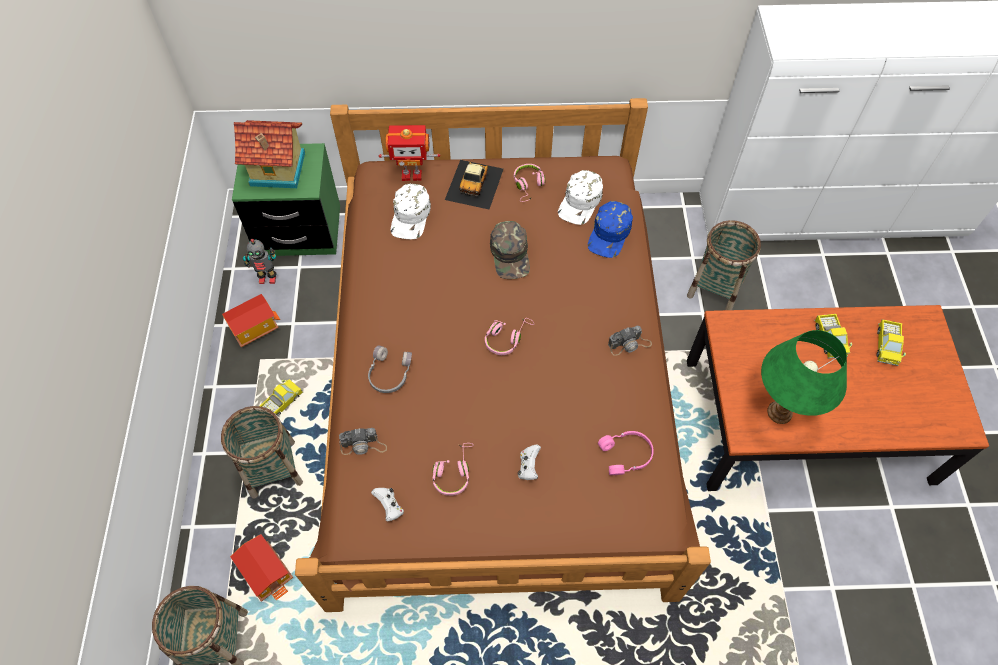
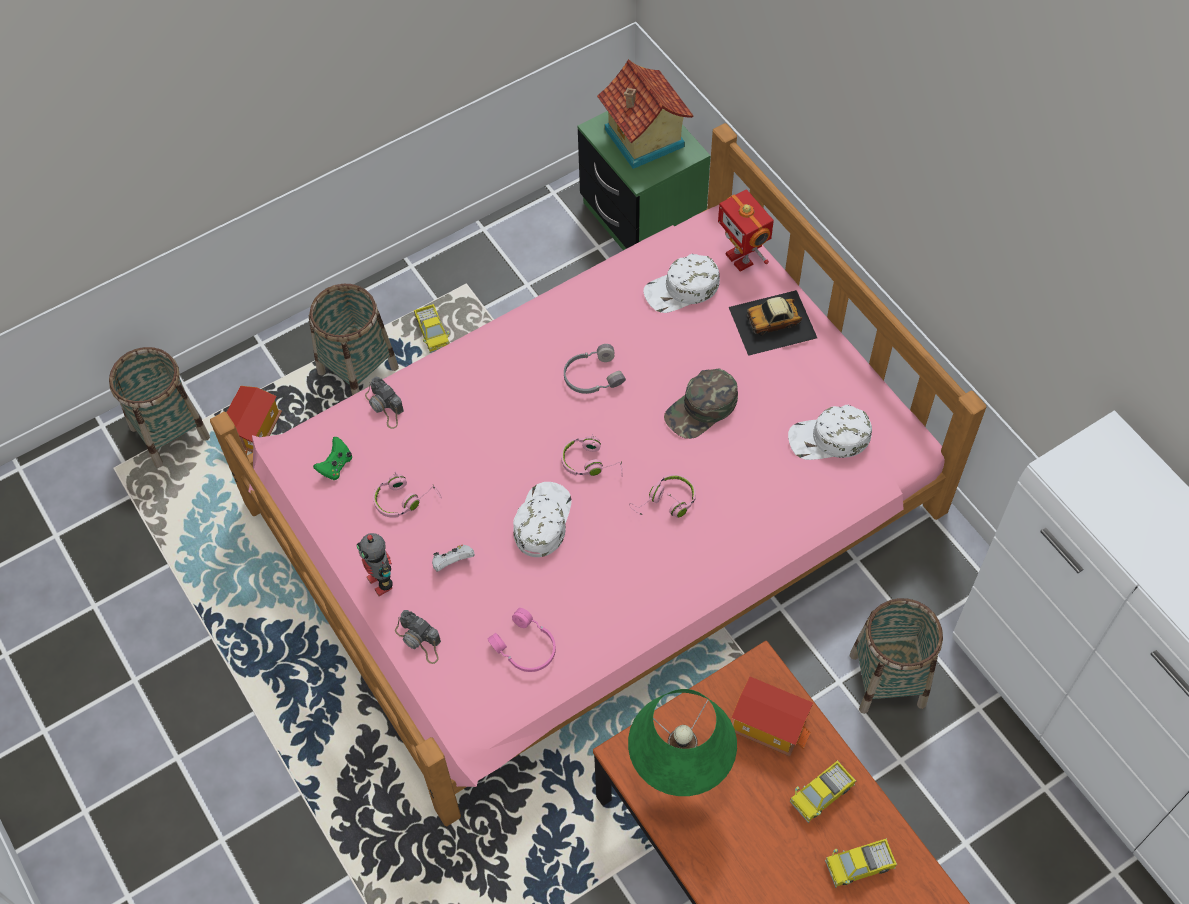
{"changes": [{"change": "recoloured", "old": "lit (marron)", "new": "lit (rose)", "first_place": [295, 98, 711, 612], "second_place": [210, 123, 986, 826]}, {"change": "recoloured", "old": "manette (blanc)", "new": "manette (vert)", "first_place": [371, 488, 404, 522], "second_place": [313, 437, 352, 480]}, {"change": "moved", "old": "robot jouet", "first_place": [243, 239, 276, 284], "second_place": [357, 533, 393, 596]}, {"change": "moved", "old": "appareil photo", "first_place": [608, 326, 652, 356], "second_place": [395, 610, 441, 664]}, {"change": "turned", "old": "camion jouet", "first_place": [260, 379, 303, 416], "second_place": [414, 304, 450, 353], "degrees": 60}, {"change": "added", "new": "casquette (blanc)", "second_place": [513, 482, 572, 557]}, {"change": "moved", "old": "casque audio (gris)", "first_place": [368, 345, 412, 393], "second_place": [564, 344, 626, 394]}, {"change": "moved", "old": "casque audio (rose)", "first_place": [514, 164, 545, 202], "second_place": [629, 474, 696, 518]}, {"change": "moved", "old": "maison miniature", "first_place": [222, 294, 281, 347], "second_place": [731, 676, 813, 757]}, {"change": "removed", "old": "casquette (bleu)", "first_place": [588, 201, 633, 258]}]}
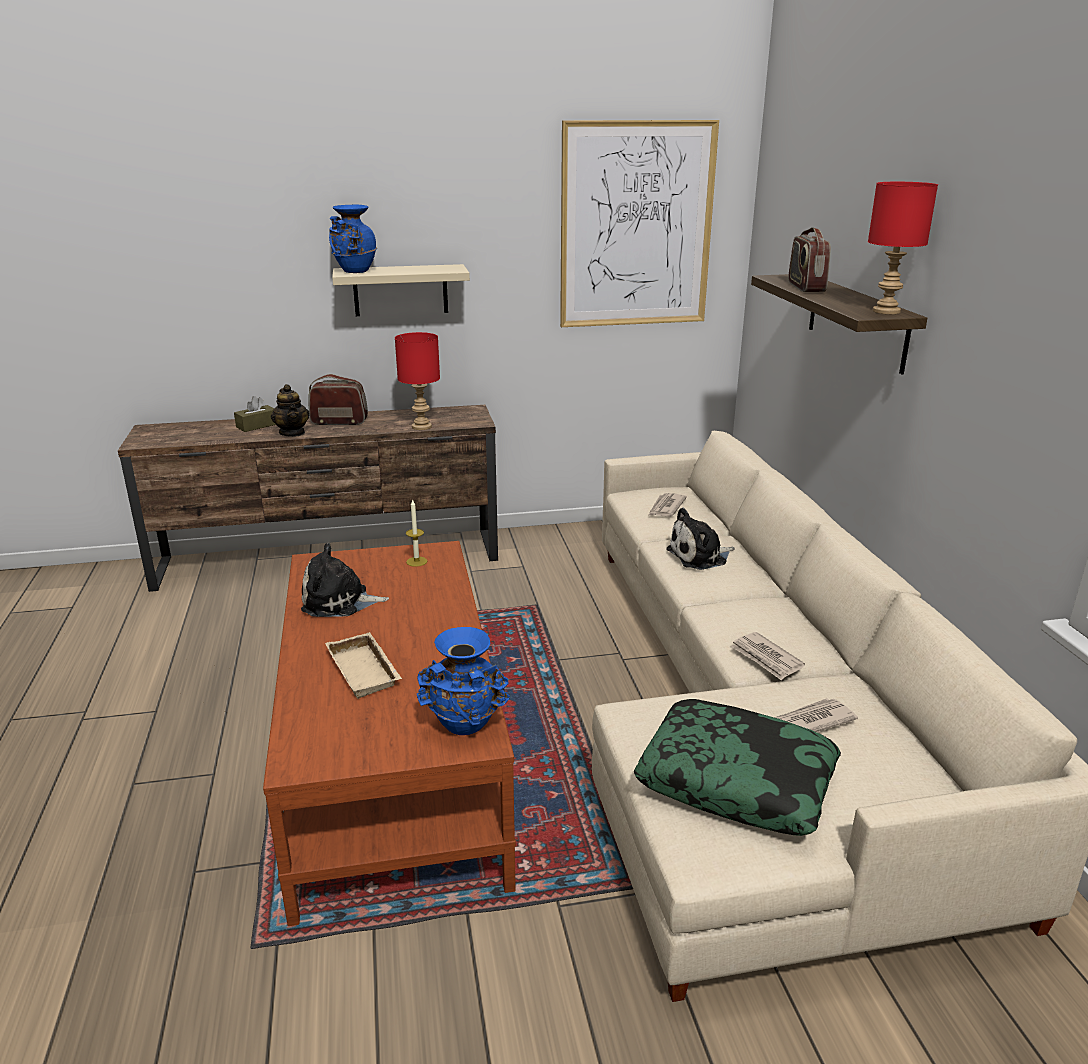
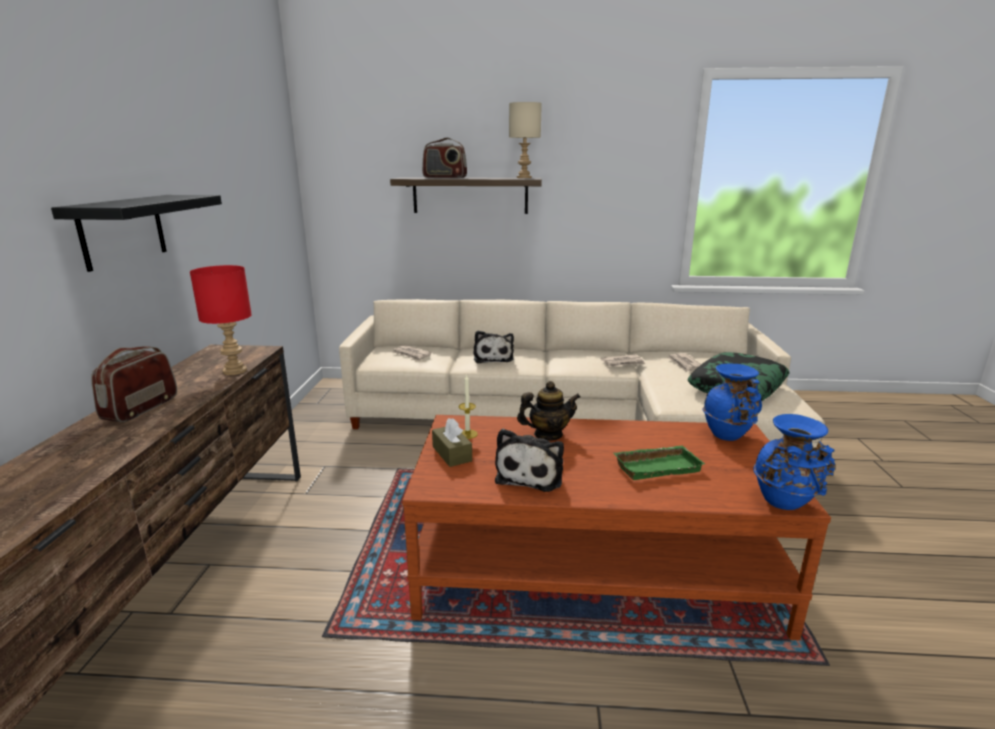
{"changes": [{"change": "recoloured", "old": "étagère (beige)", "new": "étagère (noir)", "first_place": [332, 264, 470, 316], "second_place": [51, 195, 222, 272]}, {"change": "moved", "old": "boîte à mouchoirs (marron)", "first_place": [234, 396, 276, 432], "second_place": [432, 418, 472, 467]}, {"change": "recoloured", "old": "lampe de table (rouge)", "new": "lampe de table (beige)", "first_place": [868, 182, 938, 314], "second_place": [509, 102, 542, 178]}, {"change": "moved", "old": "théière", "first_place": [271, 384, 310, 437], "second_place": [517, 381, 581, 441]}, {"change": "recoloured", "old": "plateau (beige)", "new": "plateau (vert)", "first_place": [325, 632, 402, 699], "second_place": [614, 446, 705, 480]}, {"change": "moved", "old": "vase (bleu)", "first_place": [329, 205, 377, 273], "second_place": [753, 414, 835, 510]}, {"change": "removed", "old": "tableau", "first_place": [560, 120, 719, 327]}]}
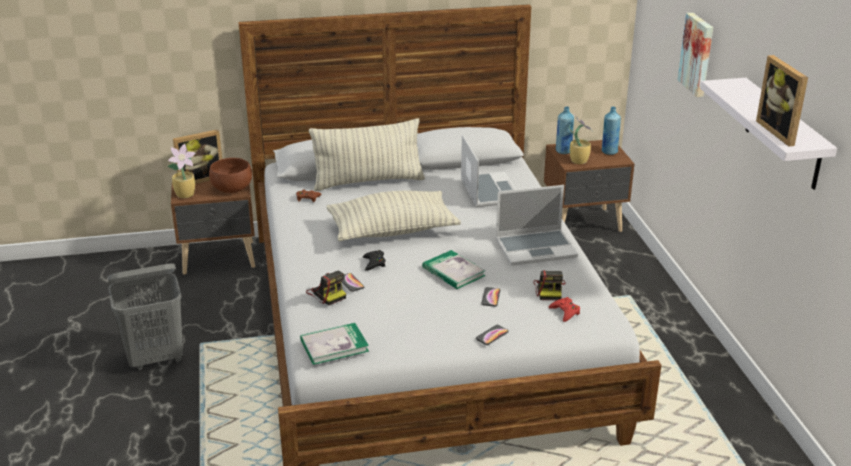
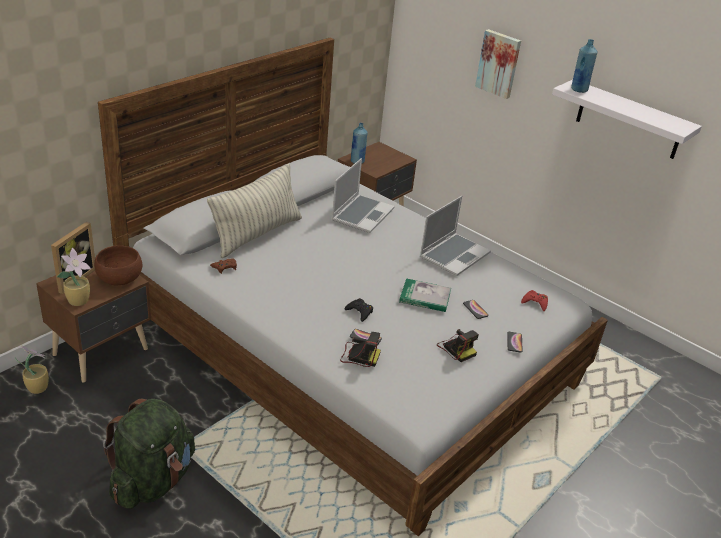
{"changes": [{"change": "moved", "old": "plante en pot", "first_place": [569, 115, 594, 164], "second_place": [15, 345, 49, 394]}, {"change": "replaced", "old": "panier à linge (gris)", "new": "sac à dos (vert)", "first_place": [107, 264, 183, 370], "second_place": [103, 399, 195, 509]}, {"change": "turned", "old": "ordinateur portable", "first_place": [461, 135, 516, 207], "second_place": [332, 158, 395, 233], "degrees": 75}, {"change": "moved", "old": "appareil photo", "first_place": [534, 270, 566, 300], "second_place": [437, 329, 479, 362]}, {"change": "moved", "old": "bouteille (bleu)", "first_place": [602, 107, 621, 155], "second_place": [571, 39, 597, 93]}, {"change": "removed", "old": "livre", "first_place": [300, 323, 369, 365]}, {"change": "removed", "old": "coussin", "first_place": [326, 190, 461, 241]}, {"change": "removed", "old": "cadre photo", "first_place": [756, 55, 808, 147]}]}
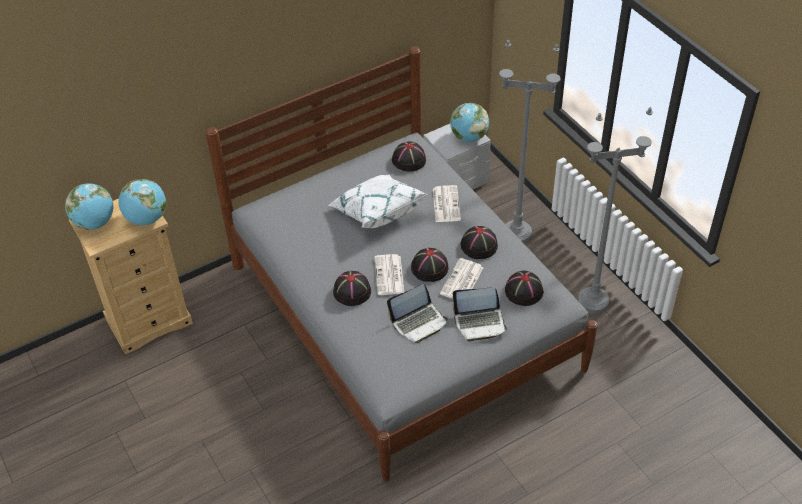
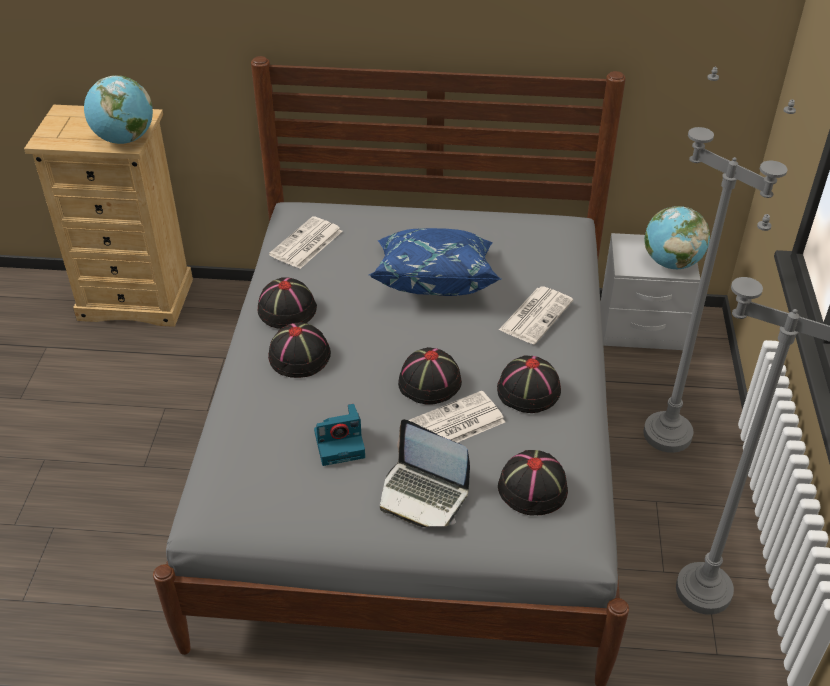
{"changes": [{"change": "moved", "old": "chapeau (noir)", "first_place": [392, 142, 426, 172], "second_place": [258, 277, 317, 329]}, {"change": "moved", "old": "journal", "first_place": [375, 254, 404, 295], "second_place": [269, 216, 343, 269]}, {"change": "replaced", "old": "ordinateur portable", "new": "appareil photo", "first_place": [387, 284, 448, 343], "second_place": [314, 404, 365, 466]}, {"change": "recoloured", "old": "coussin (blanc)", "new": "coussin (bleu)", "first_place": [329, 175, 427, 228], "second_place": [368, 228, 501, 296]}, {"change": "removed", "old": "globe", "first_place": [65, 183, 113, 230]}]}
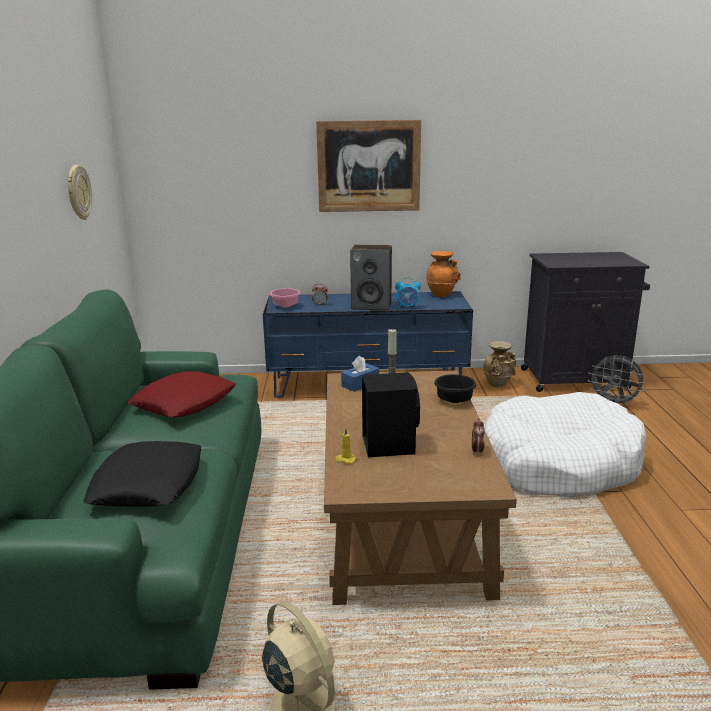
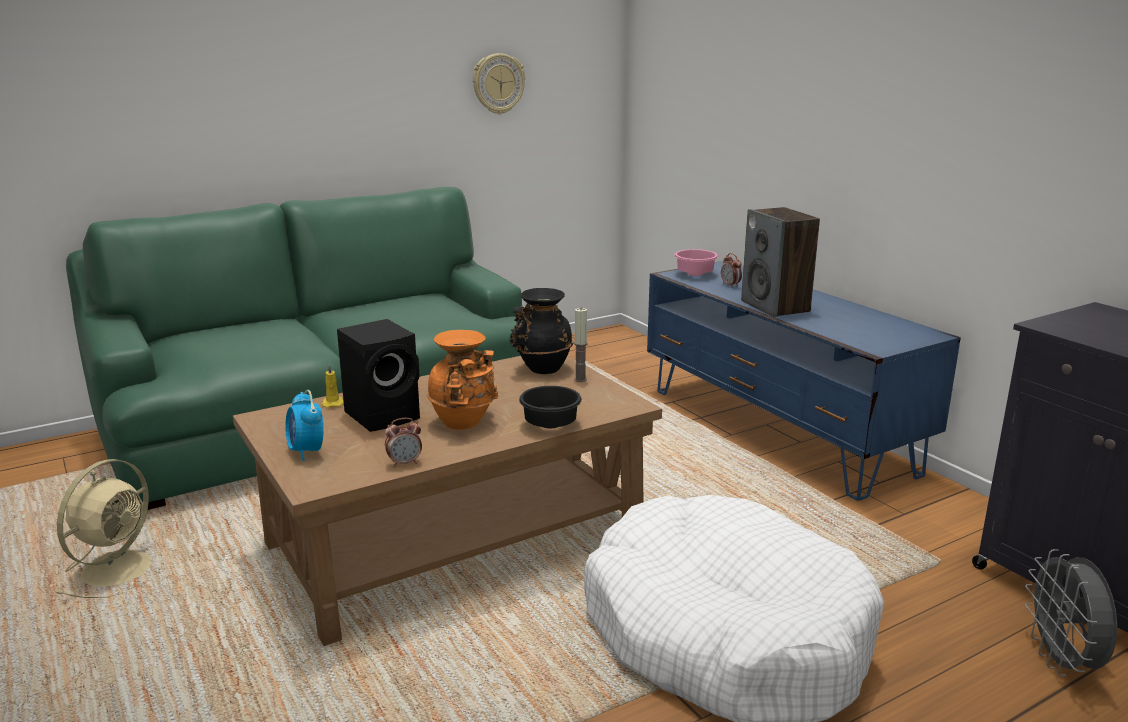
{"changes": [{"change": "moved", "old": "réveil", "first_place": [395, 277, 421, 309], "second_place": [285, 390, 324, 461]}, {"change": "moved", "old": "vase (orange)", "first_place": [426, 251, 461, 297], "second_place": [427, 330, 498, 430]}, {"change": "replaced", "old": "boîte à mouchoirs (bleu)", "new": "vase (noir)", "first_place": [341, 356, 379, 392], "second_place": [510, 288, 573, 374]}, {"change": "removed", "old": "coussin (noir)", "first_place": [83, 441, 201, 507]}, {"change": "removed", "old": "coussin (rouge)", "first_place": [128, 371, 236, 417]}, {"change": "removed", "old": "tableau", "first_place": [316, 120, 421, 212]}, {"change": "removed", "old": "vase (beige)", "first_place": [483, 341, 516, 387]}]}
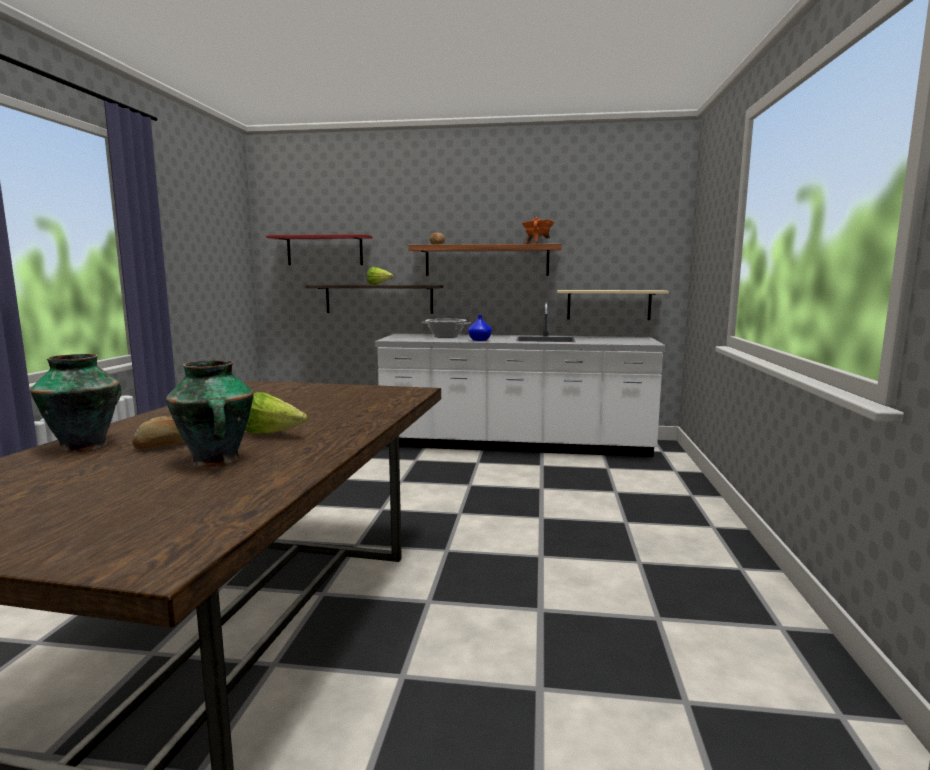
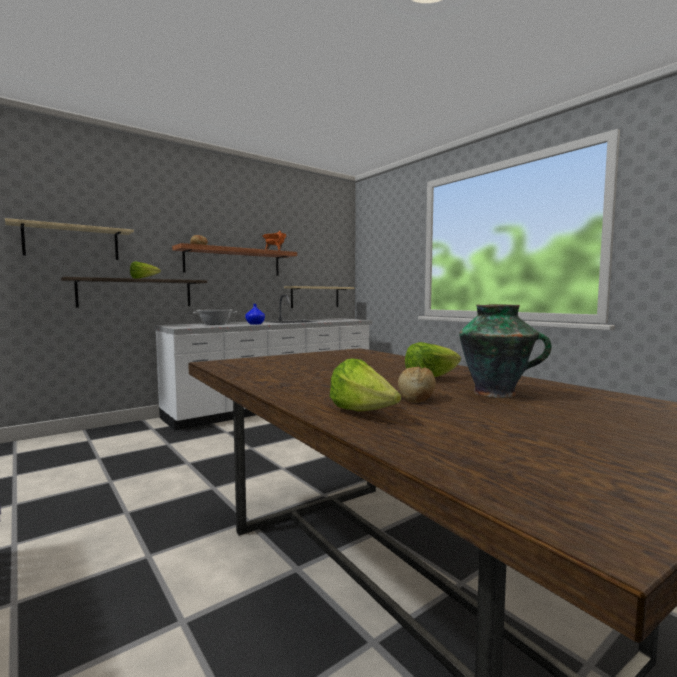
{"changes": [{"change": "recoloured", "old": "étagère (rouge)", "new": "étagère (beige)", "first_place": [266, 234, 372, 265], "second_place": [5, 218, 134, 260]}, {"change": "replaced", "old": "vase", "new": "laitue", "first_place": [30, 354, 121, 453], "second_place": [330, 358, 401, 411]}]}
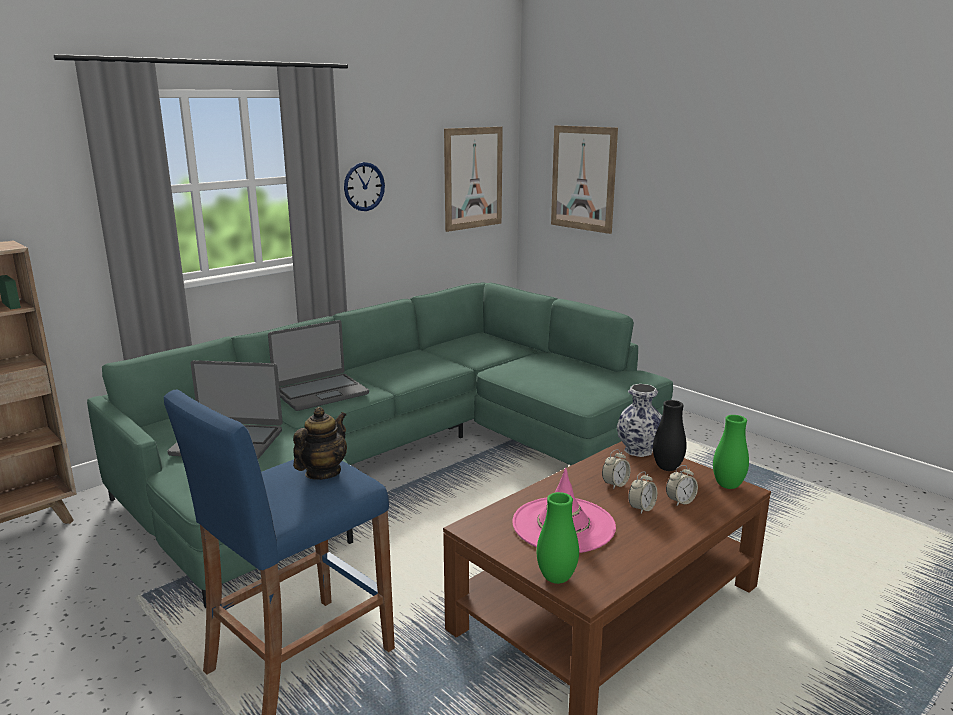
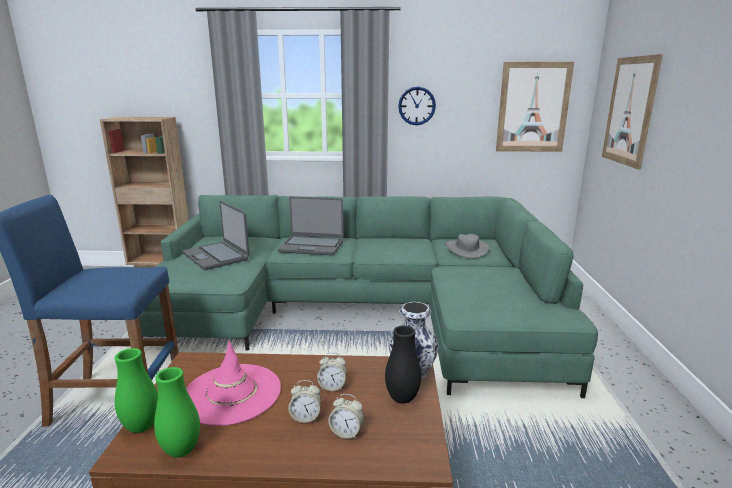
{"changes": [{"change": "moved", "old": "vase (vert)", "first_place": [713, 415, 749, 489], "second_place": [154, 367, 200, 458]}, {"change": "added", "new": "chapeau (gris)", "second_place": [445, 234, 490, 259]}, {"change": "removed", "old": "théière", "first_place": [293, 407, 347, 480]}]}
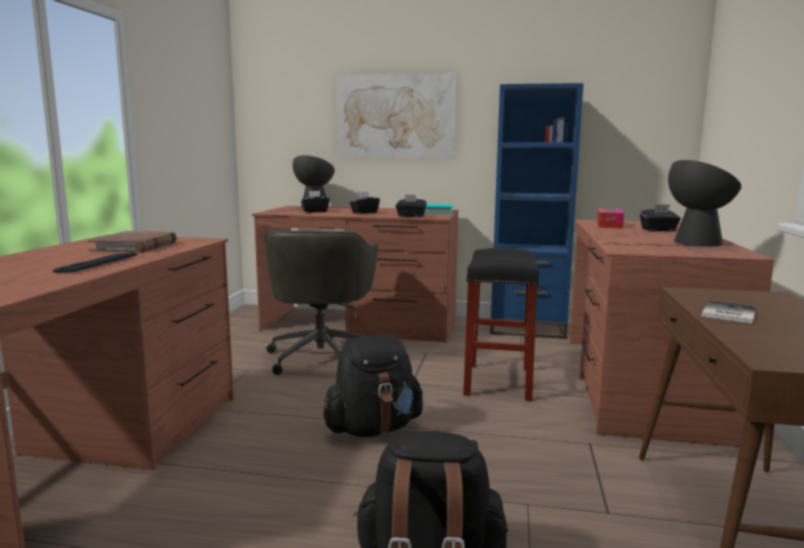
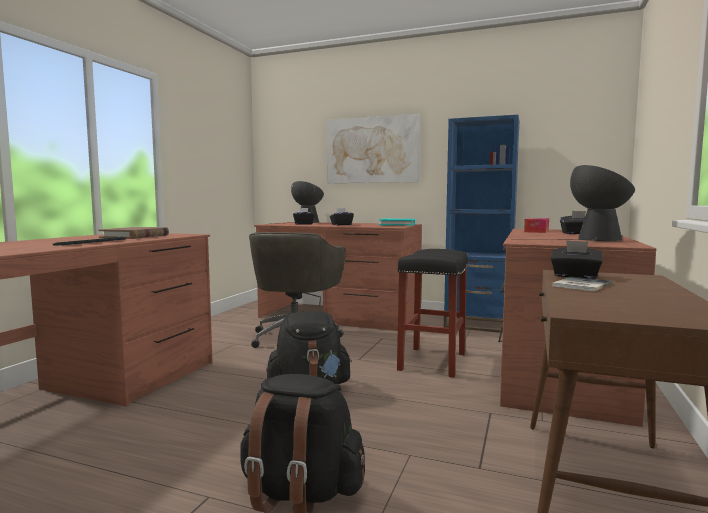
{"changes": [{"change": "moved", "old": "boîte à mouchoirs (noir)", "first_place": [396, 194, 427, 217], "second_place": [551, 240, 603, 279]}]}
